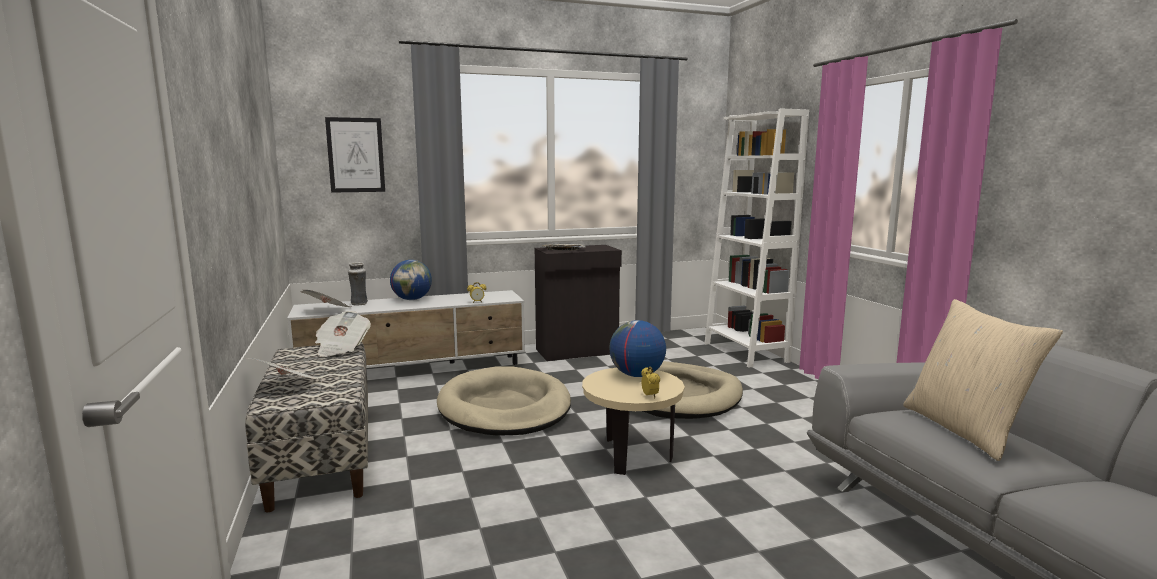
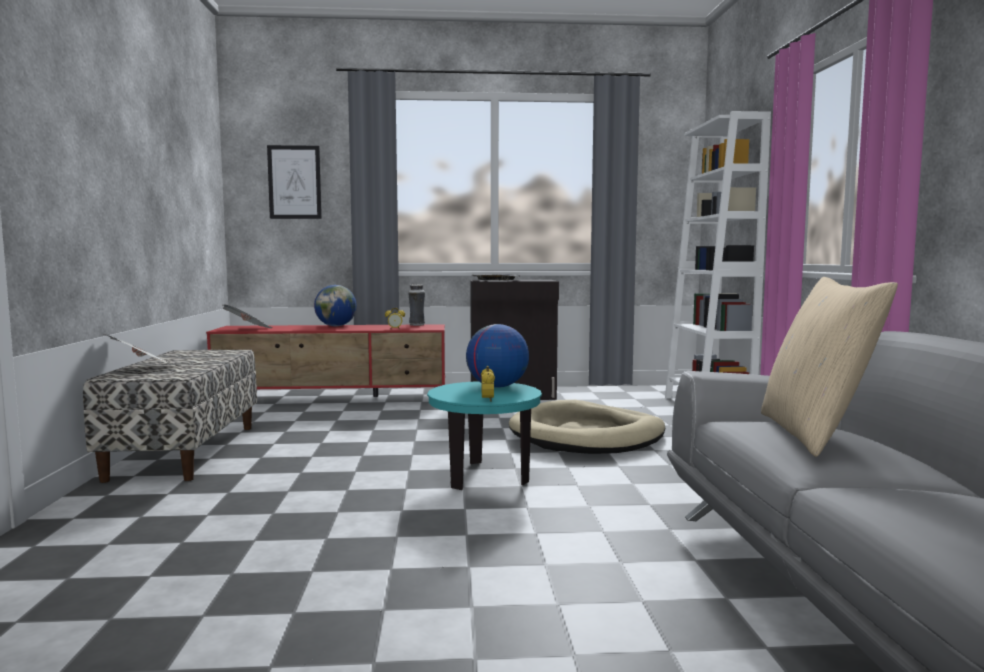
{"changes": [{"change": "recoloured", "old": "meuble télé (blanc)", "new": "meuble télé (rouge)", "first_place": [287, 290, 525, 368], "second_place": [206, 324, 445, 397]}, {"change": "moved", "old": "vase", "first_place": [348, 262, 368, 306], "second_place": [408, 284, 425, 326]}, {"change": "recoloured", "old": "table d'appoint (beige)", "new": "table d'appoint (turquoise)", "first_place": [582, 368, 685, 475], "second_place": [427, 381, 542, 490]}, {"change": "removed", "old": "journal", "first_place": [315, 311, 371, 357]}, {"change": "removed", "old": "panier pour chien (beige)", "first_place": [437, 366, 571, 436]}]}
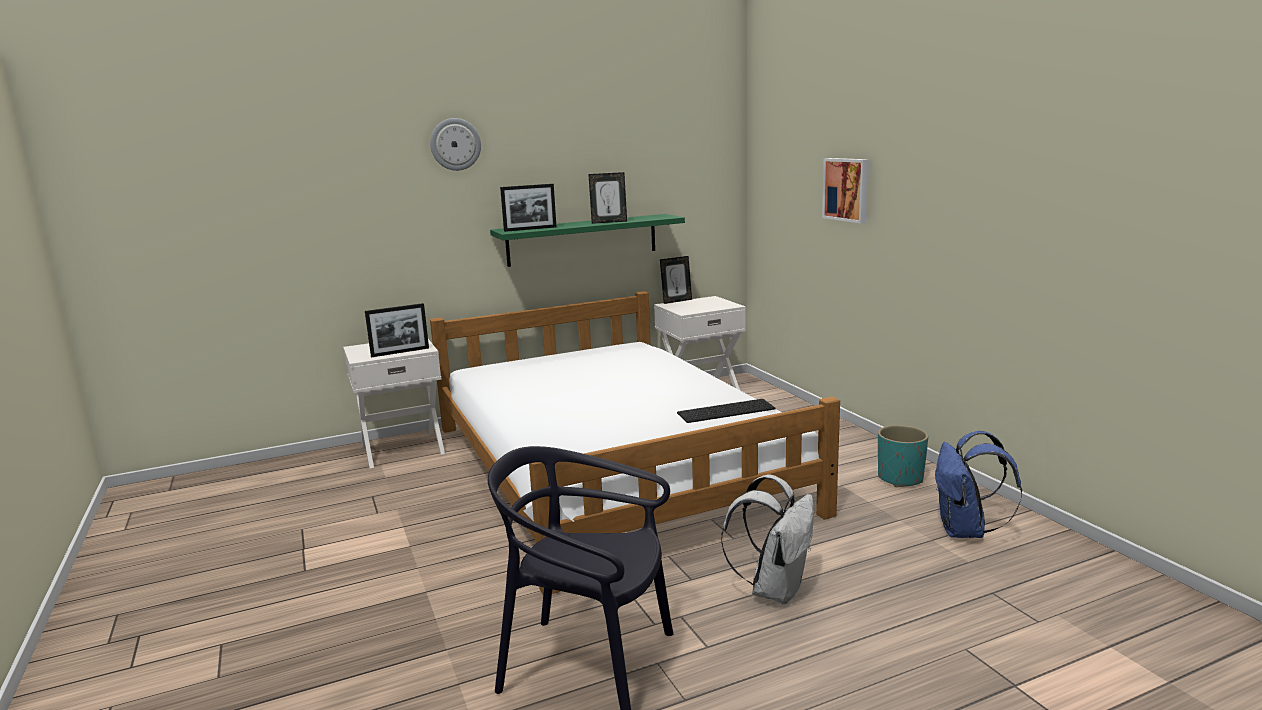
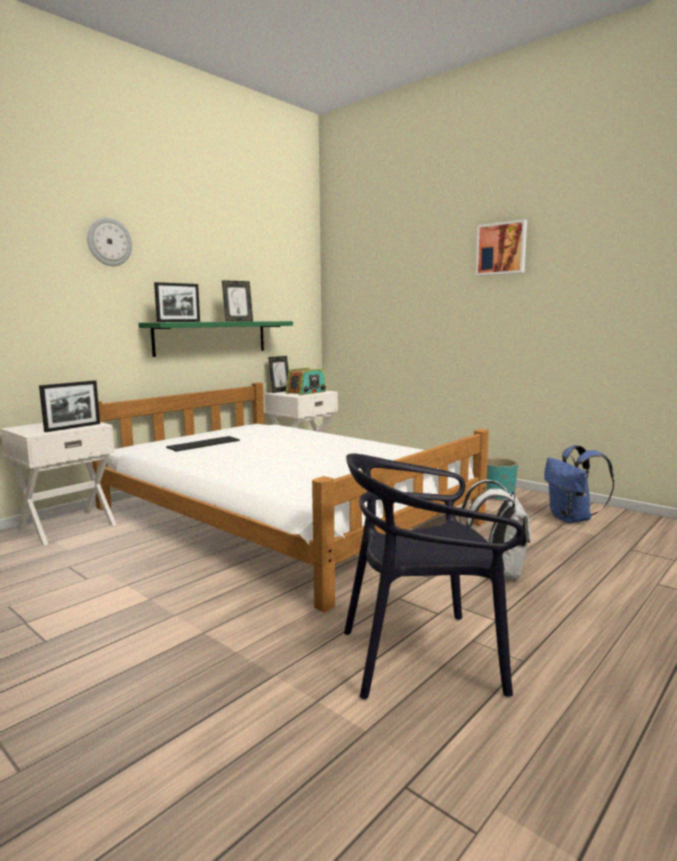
{"changes": [{"change": "moved", "old": "clavier", "first_place": [677, 399, 775, 423], "second_place": [166, 436, 240, 452]}, {"change": "added", "new": "radio", "second_place": [286, 368, 327, 395]}, {"change": "moved", "old": "tableau", "first_place": [822, 158, 869, 223], "second_place": [476, 219, 527, 276]}]}
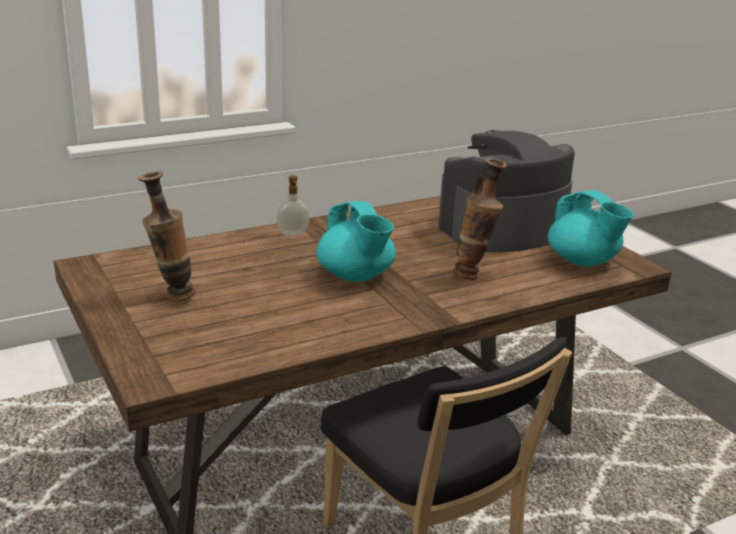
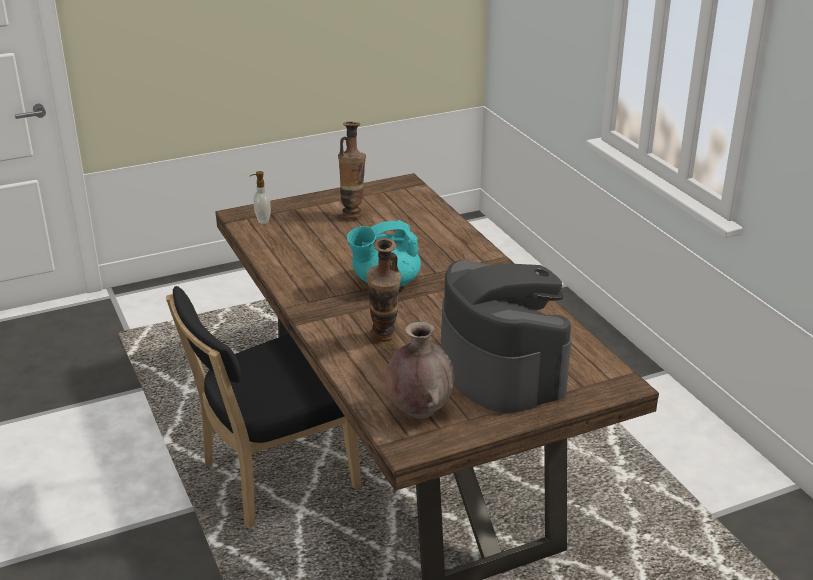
{"changes": [{"change": "moved", "old": "distributeur de savon", "first_place": [276, 175, 310, 236], "second_place": [250, 171, 271, 224]}, {"change": "replaced", "old": "théière (turquoise)", "new": "vase (marron)", "first_place": [548, 190, 634, 266], "second_place": [386, 322, 454, 419]}]}
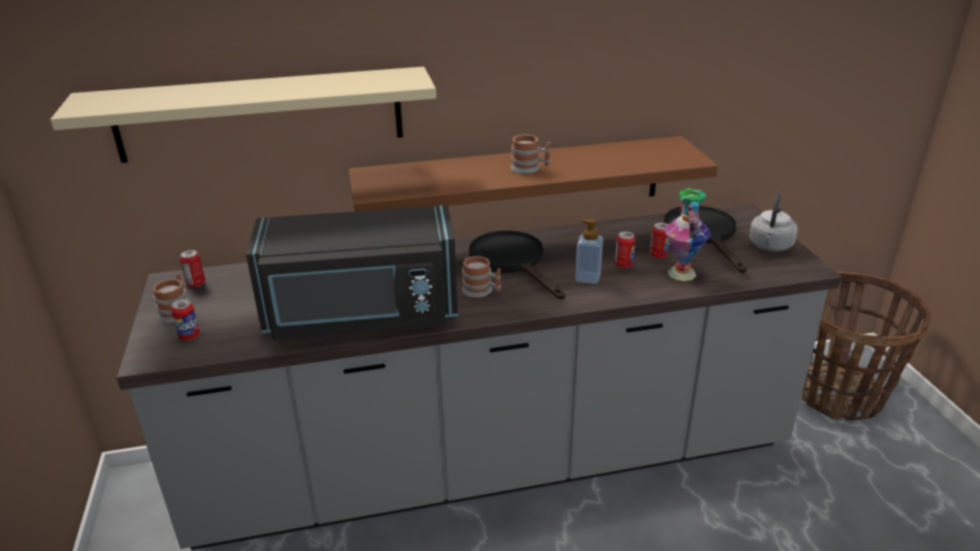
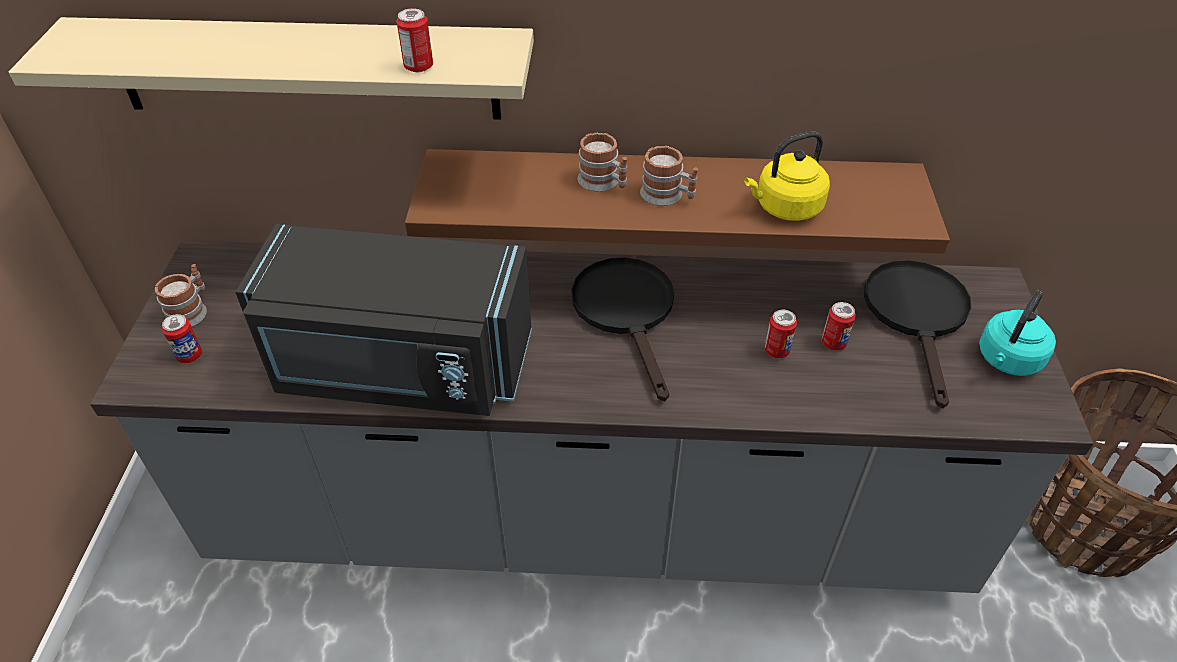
{"changes": [{"change": "moved", "old": "boîte métallique", "first_place": [180, 250, 205, 287], "second_place": [397, 8, 433, 72]}, {"change": "moved", "old": "mug", "first_place": [462, 256, 501, 298], "second_place": [578, 133, 627, 192]}, {"change": "added", "new": "bouilloire (jaune)", "second_place": [744, 131, 830, 221]}, {"change": "recoloured", "old": "bouilloire (gris)", "new": "bouilloire (turquoise)", "first_place": [749, 192, 798, 252], "second_place": [979, 291, 1056, 376]}, {"change": "removed", "old": "distributeur de savon", "first_place": [575, 219, 603, 284]}, {"change": "removed", "old": "vase", "first_place": [664, 188, 711, 281]}]}
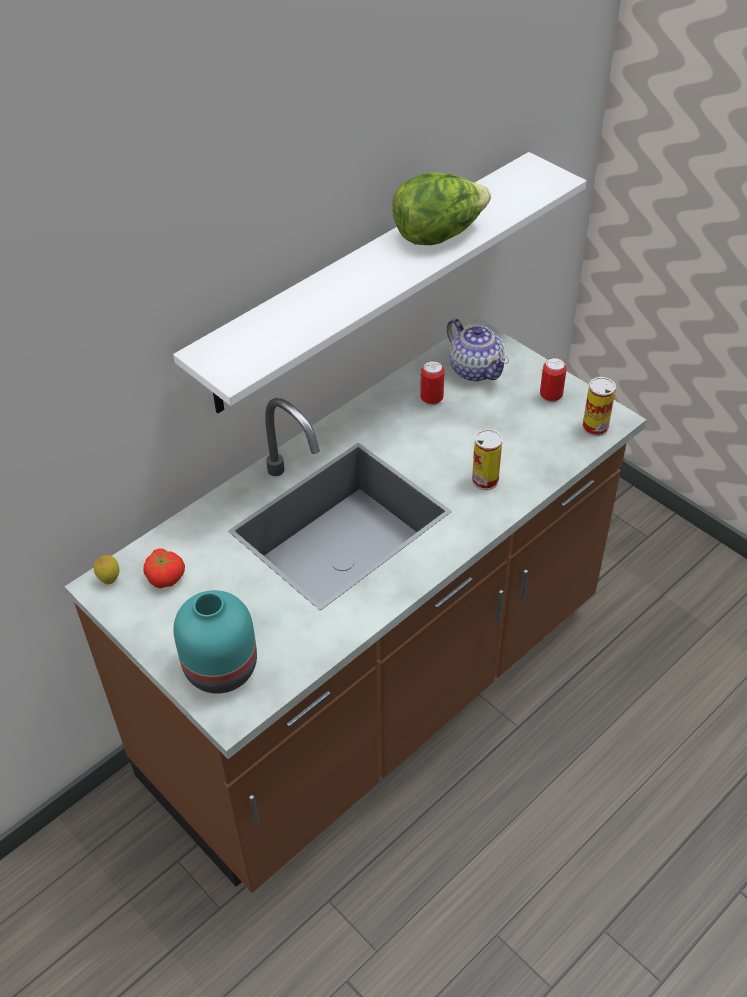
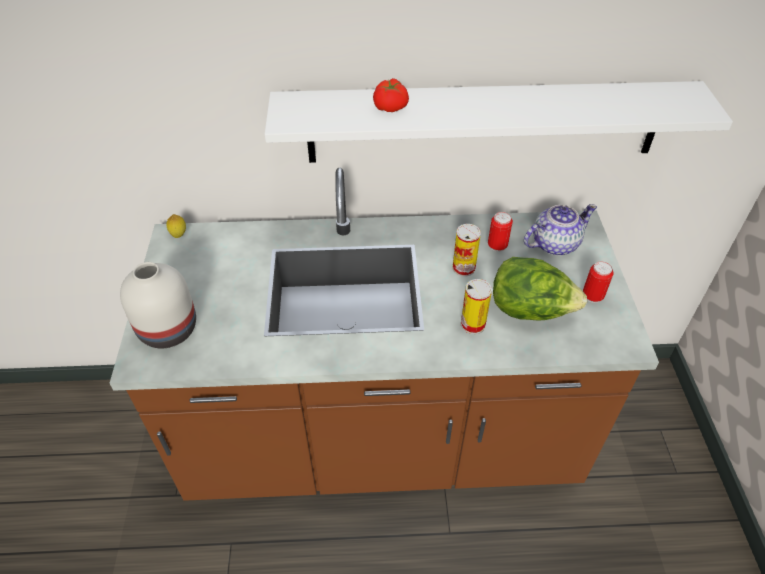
{"changes": [{"change": "recoloured", "old": "vase (turquoise)", "new": "vase (blanc)", "first_place": [173, 590, 257, 694], "second_place": [120, 262, 196, 348]}, {"change": "moved", "old": "tomate", "first_place": [143, 549, 185, 589], "second_place": [373, 78, 409, 112]}, {"change": "moved", "old": "boîte métallique", "first_place": [582, 377, 616, 437], "second_place": [453, 224, 481, 277]}, {"change": "moved", "old": "laitue", "first_place": [392, 172, 491, 245], "second_place": [493, 257, 587, 321]}, {"change": "turned", "old": "théière", "first_place": [446, 319, 509, 382], "second_place": [524, 204, 597, 255], "degrees": -120}]}
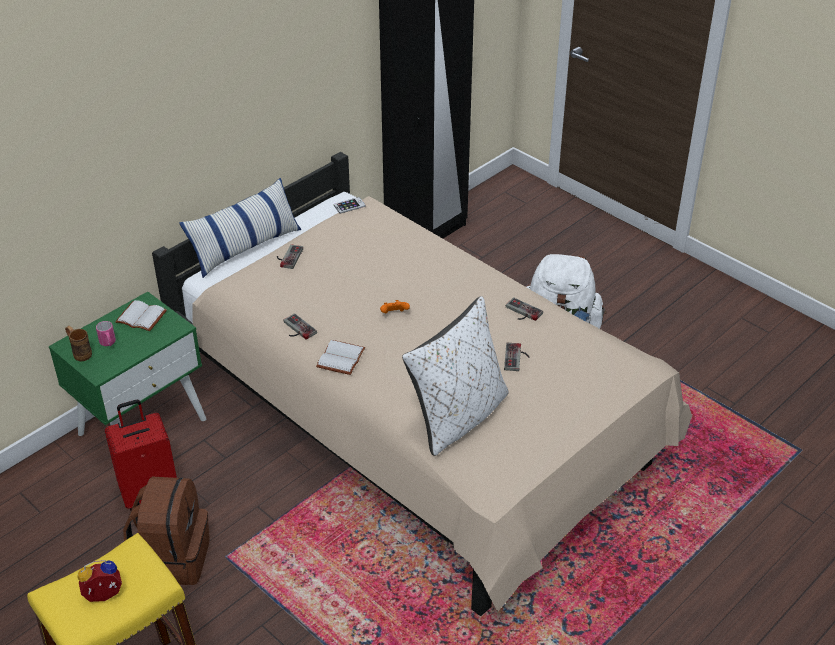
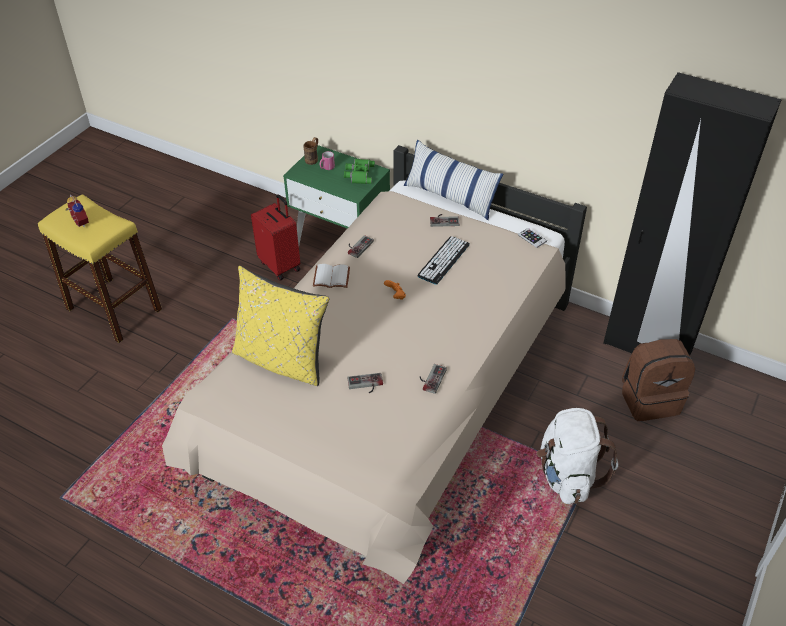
{"changes": [{"change": "recoloured", "old": "coussin (blanc)", "new": "coussin (jaune)", "first_place": [402, 296, 508, 456], "second_place": [232, 266, 329, 386]}, {"change": "replaced", "old": "livre (blanc)", "new": "jumelles (vert)", "first_place": [115, 300, 167, 331], "second_place": [344, 159, 375, 184]}, {"change": "added", "new": "clavier", "second_place": [417, 236, 470, 285]}, {"change": "moved", "old": "sac à dos (marron)", "first_place": [123, 477, 210, 585], "second_place": [622, 339, 695, 421]}]}
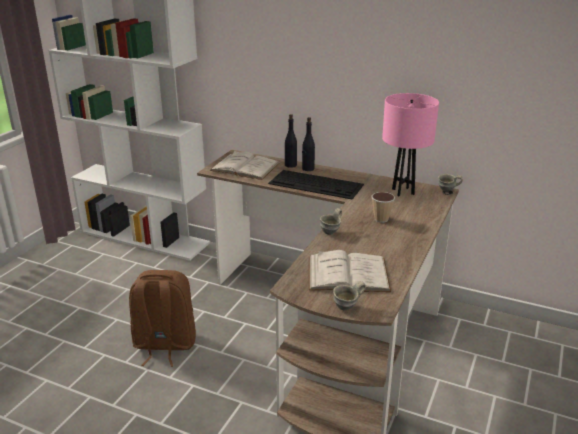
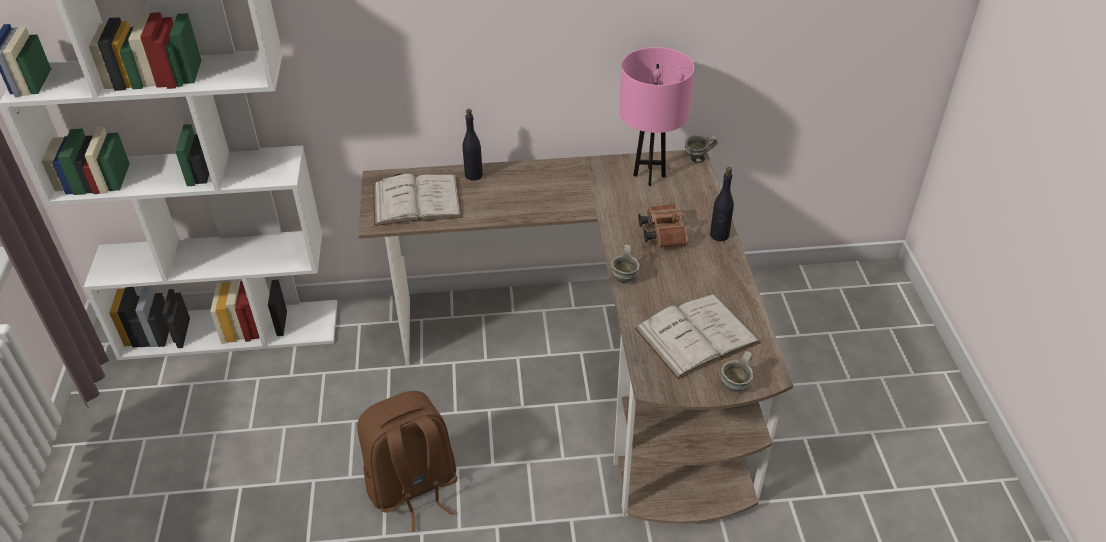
{"changes": [{"change": "replaced", "old": "tasse", "new": "jumelles (marron)", "first_place": [372, 192, 395, 223], "second_place": [638, 204, 689, 248]}, {"change": "moved", "old": "bouteille (noir)", "first_place": [302, 117, 315, 171], "second_place": [710, 167, 734, 242]}, {"change": "removed", "old": "clavier", "first_place": [268, 170, 364, 199]}]}
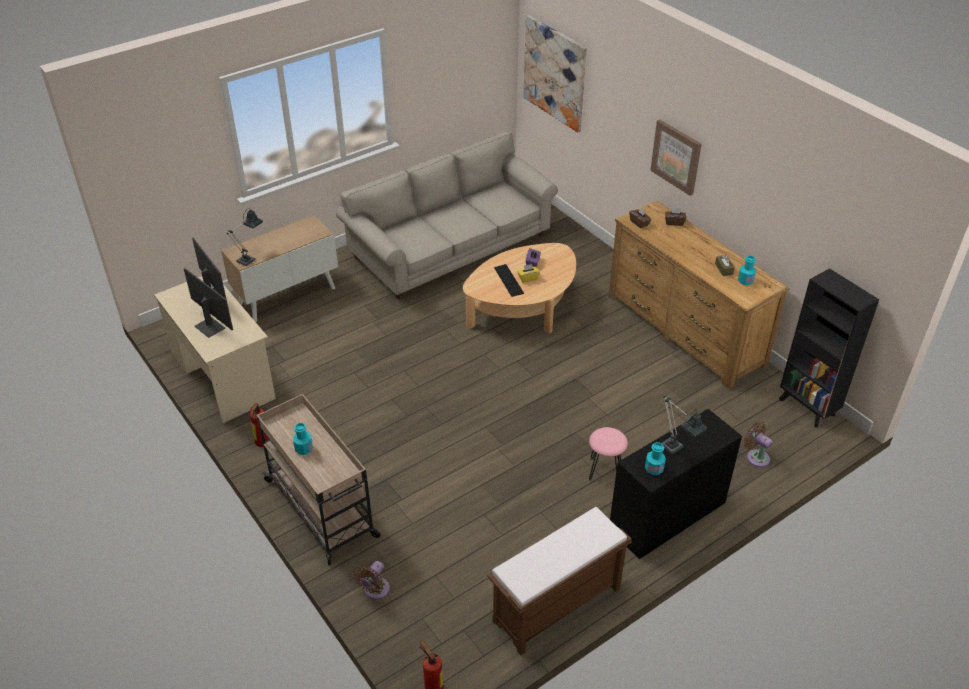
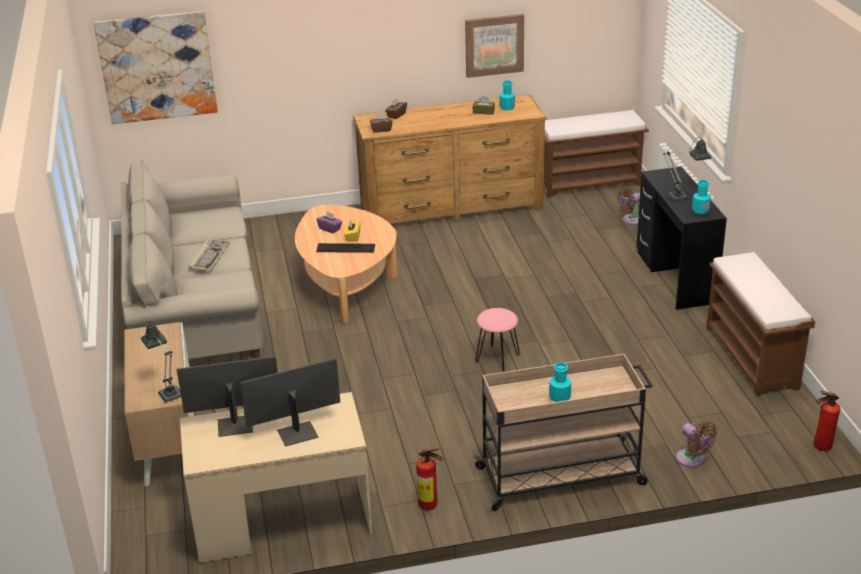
{"changes": [{"change": "added", "new": "clavier", "second_place": [189, 239, 230, 271]}, {"change": "moved", "old": "tableau", "first_place": [650, 120, 702, 196], "second_place": [465, 14, 524, 78]}, {"change": "moved", "old": "tabouret (rose)", "first_place": [589, 427, 628, 481], "second_place": [475, 308, 520, 372]}, {"change": "replaced", "old": "bibliothèque (noir)", "new": "banc (marron)", "first_place": [779, 268, 879, 428], "second_place": [544, 110, 649, 198]}]}
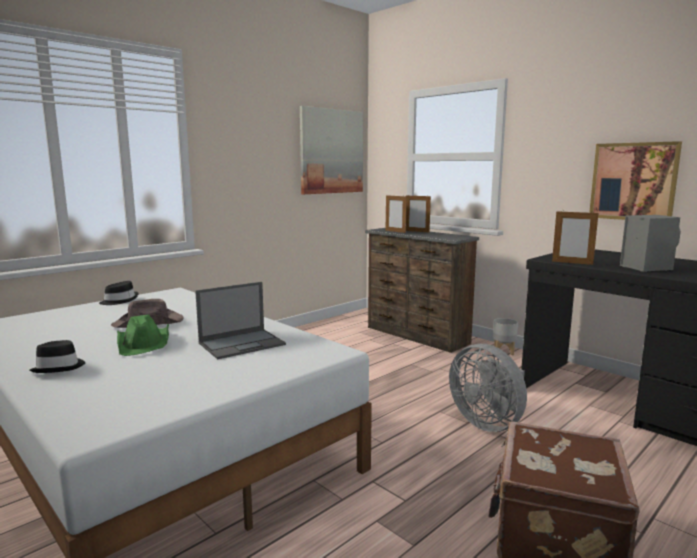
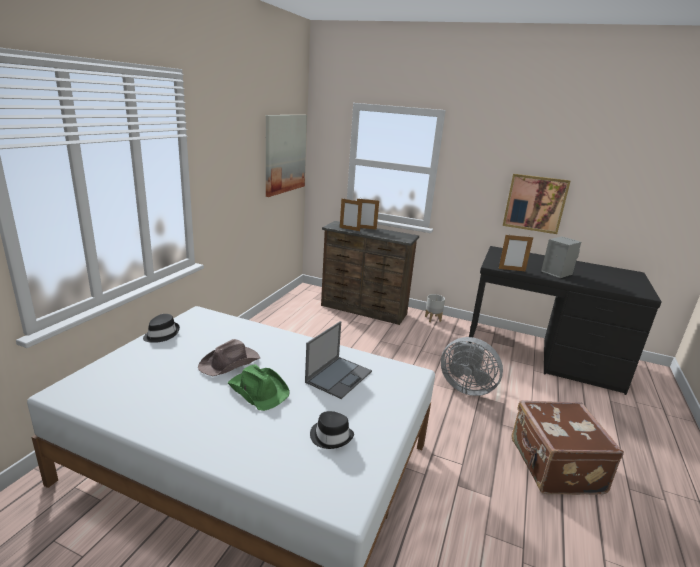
{"changes": [{"change": "moved", "old": "chapeau (noir)", "first_place": [30, 340, 85, 373], "second_place": [310, 411, 354, 449]}]}
